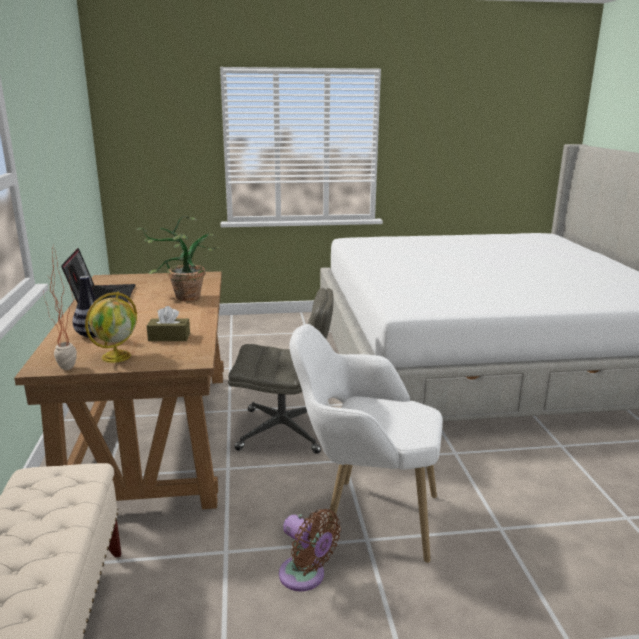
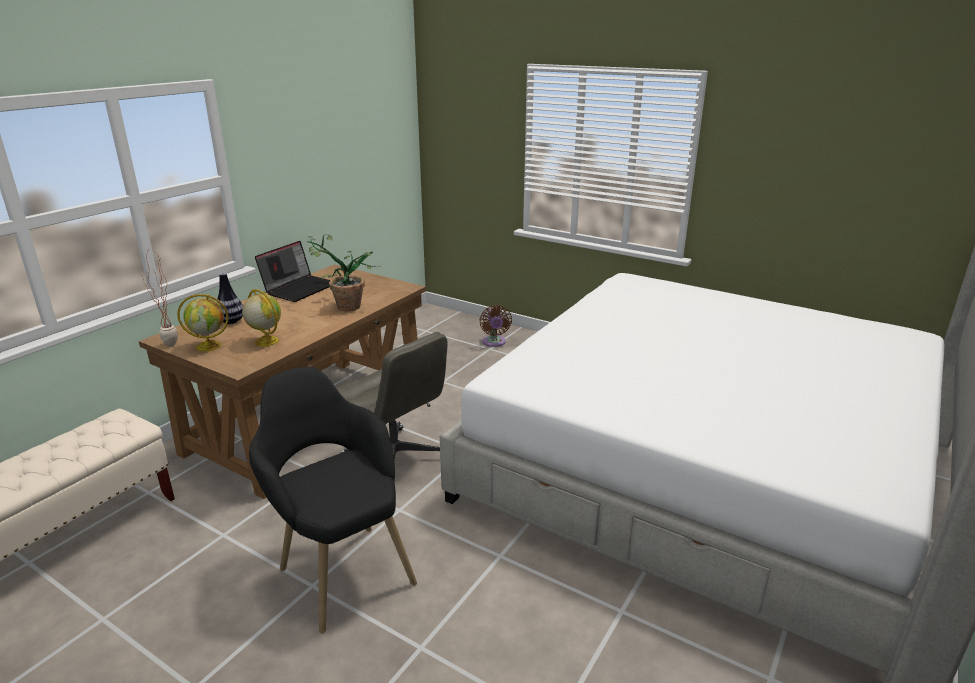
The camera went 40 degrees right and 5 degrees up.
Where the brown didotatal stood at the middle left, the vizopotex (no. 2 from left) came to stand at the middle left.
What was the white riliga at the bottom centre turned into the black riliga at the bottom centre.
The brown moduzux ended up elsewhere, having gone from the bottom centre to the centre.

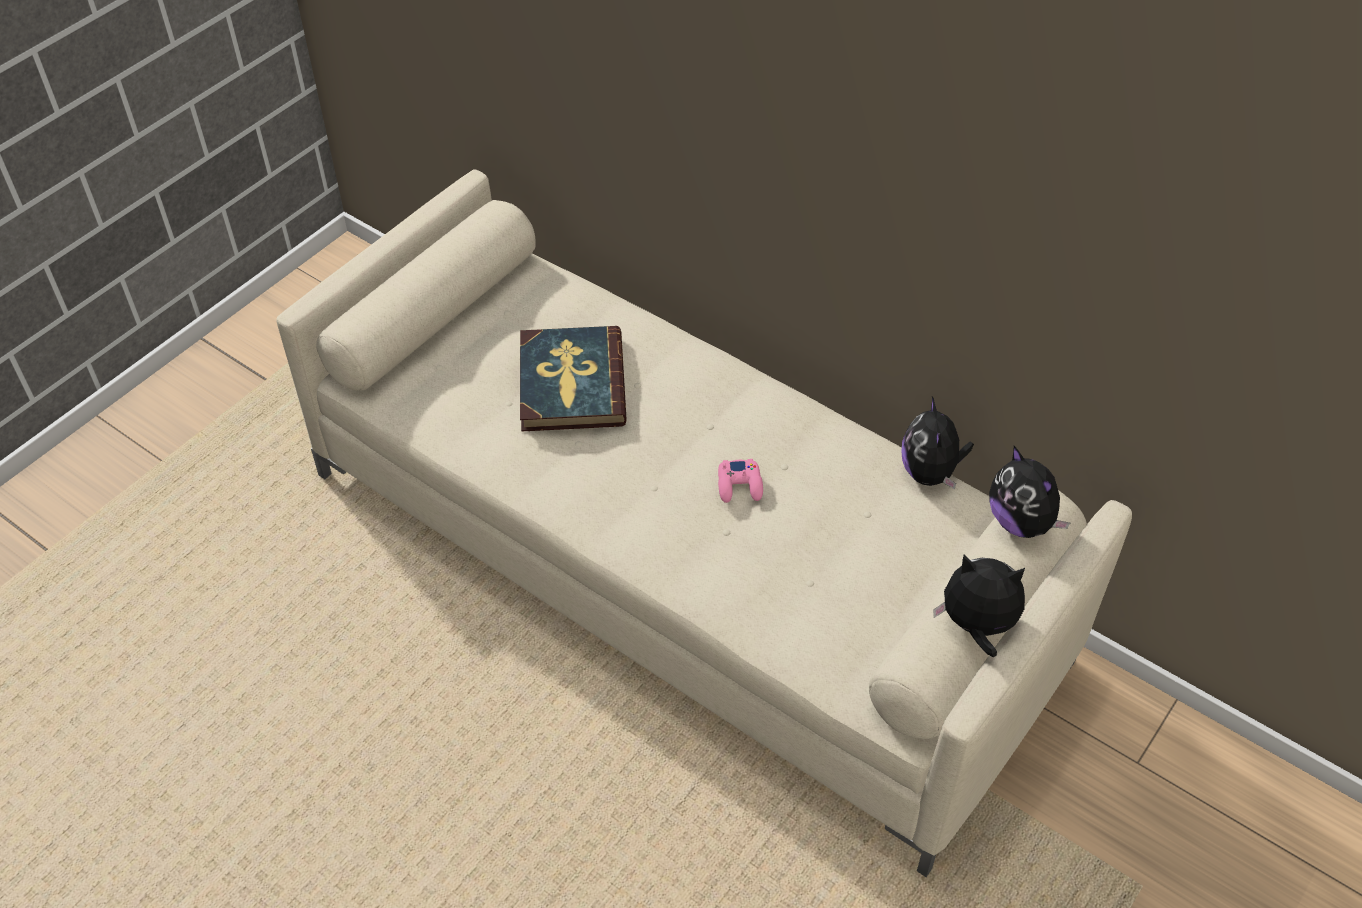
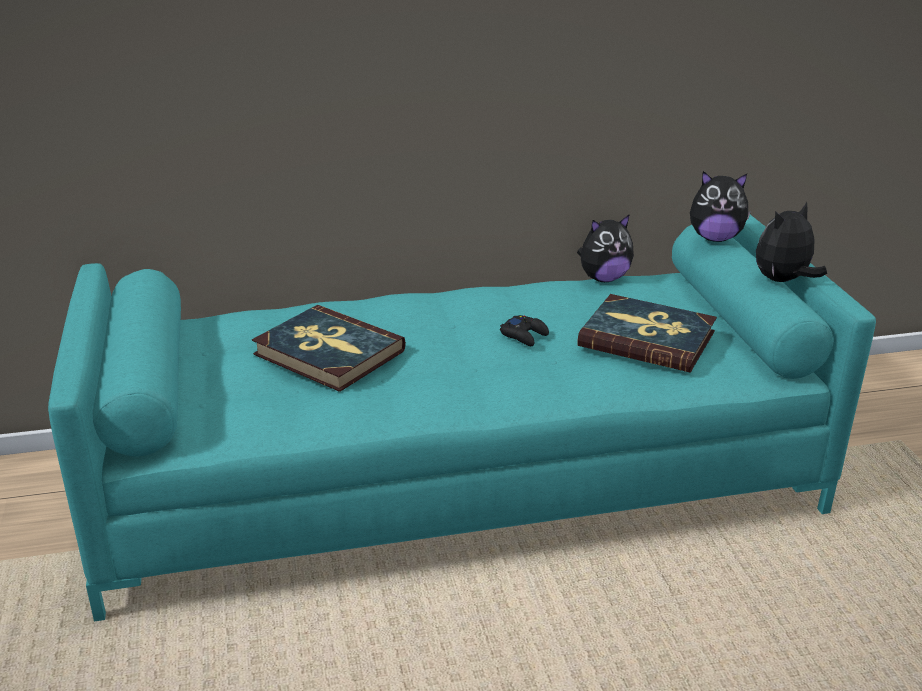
The camera went 50 degrees left and 20 degrees down.
What was the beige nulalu at the centre turned into the turquoise nulalu at the centre.
What was the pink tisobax at the centre turned into the black tisobax at the centre.
The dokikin (no. 1 from left) at the middle right ended up facing another way, 60 degrees counterclockwise from before.
The second view gained the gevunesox (no. 2 from left) at the middle right.

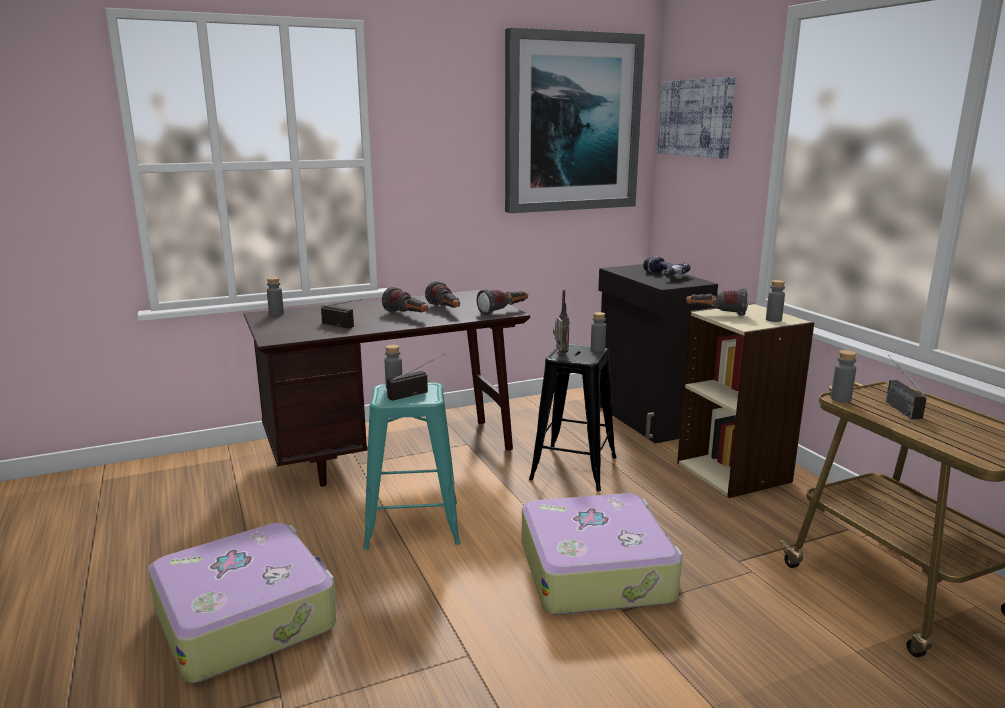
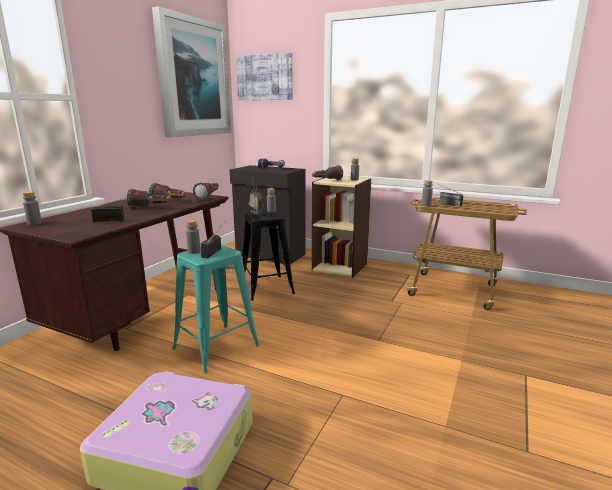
The camera went 40 degrees left and 0 degrees up.
The second view lost the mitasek (no. 2 from left) at the bottom centre.

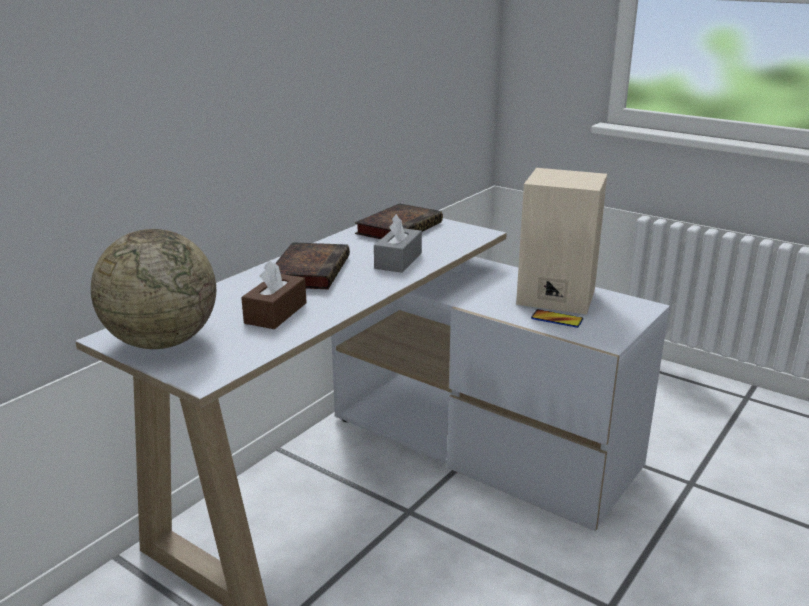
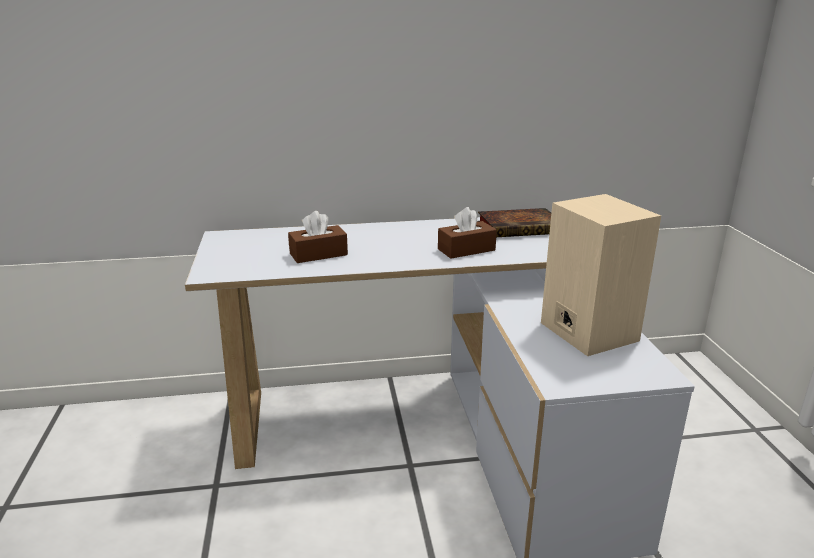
The camera went 45 degrees right and 0 degrees up.
What was the grey didotatal at the centre turned into the brown didotatal (no. 2 from left) at the centre.
The second view lost the vizopotex at the middle left.
The second view lost the gevunesox (no. 1 from left) at the centre.
The second view lost the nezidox at the middle right.

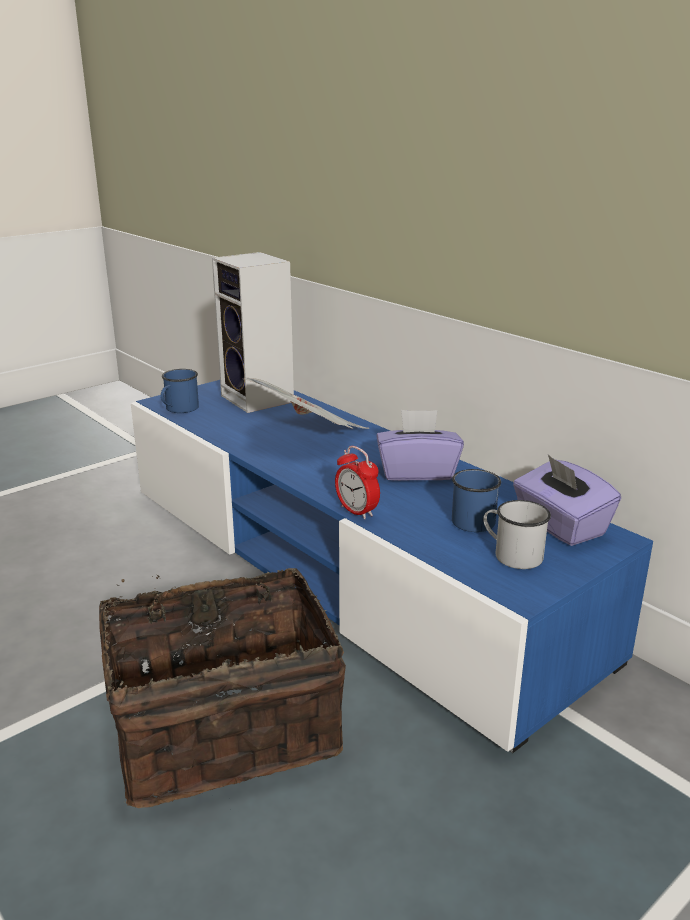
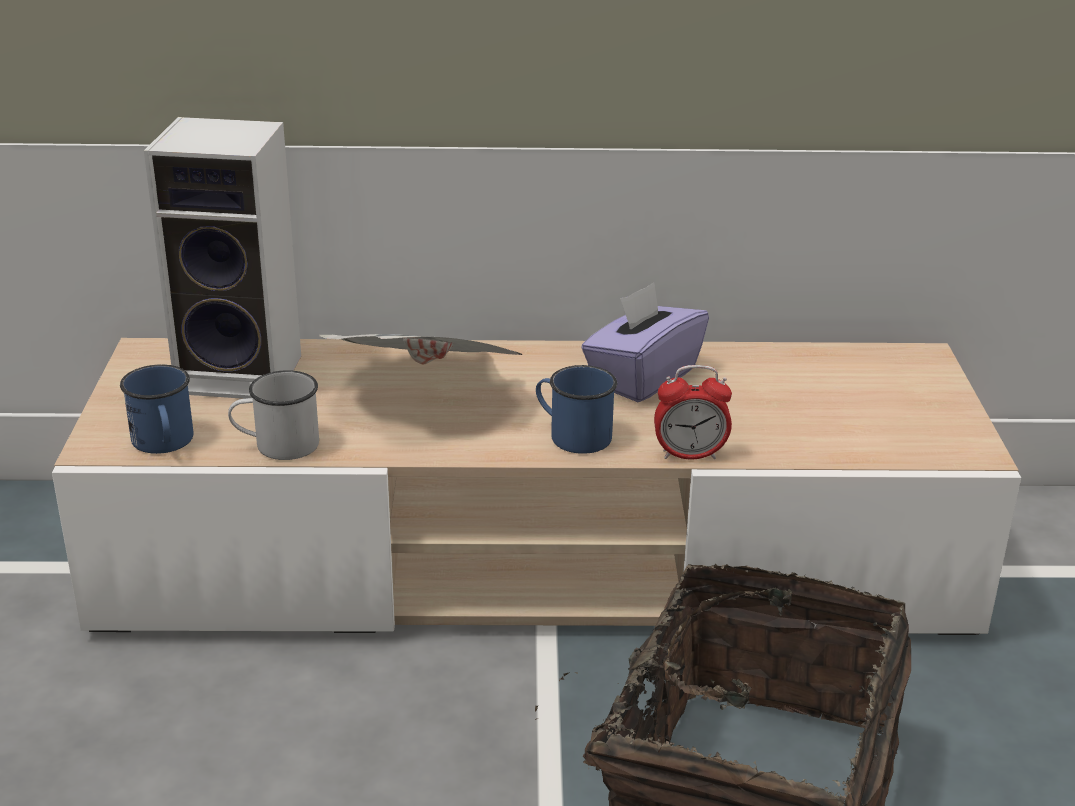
The camera went 50 degrees left and 5 degrees up.
What was the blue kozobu at the centre turned into the beige kozobu at the centre.
The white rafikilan ended up elsewhere, having gone from the middle right to the middle left.
The blue rafikilan (no. 2 from left) ended up elsewhere, having gone from the middle right to the centre.
The second view lost the purple didotatal (no. 2 from left) at the middle right.

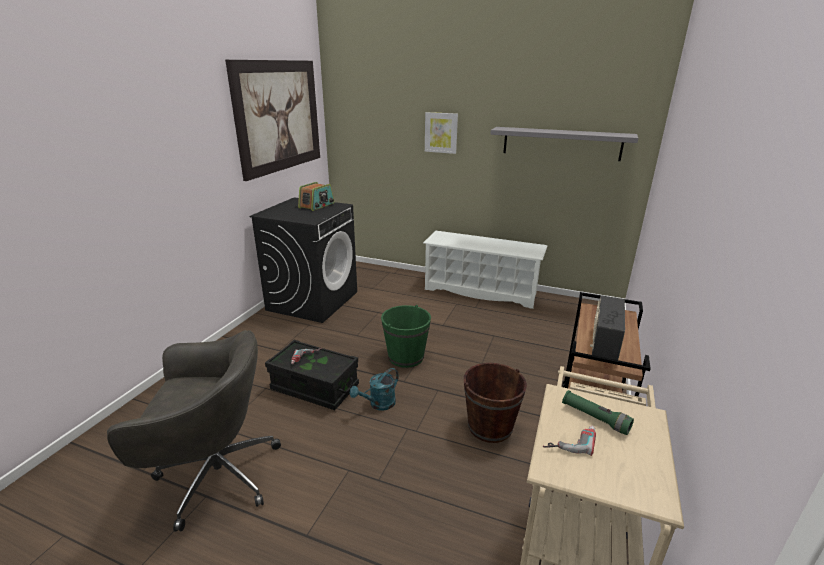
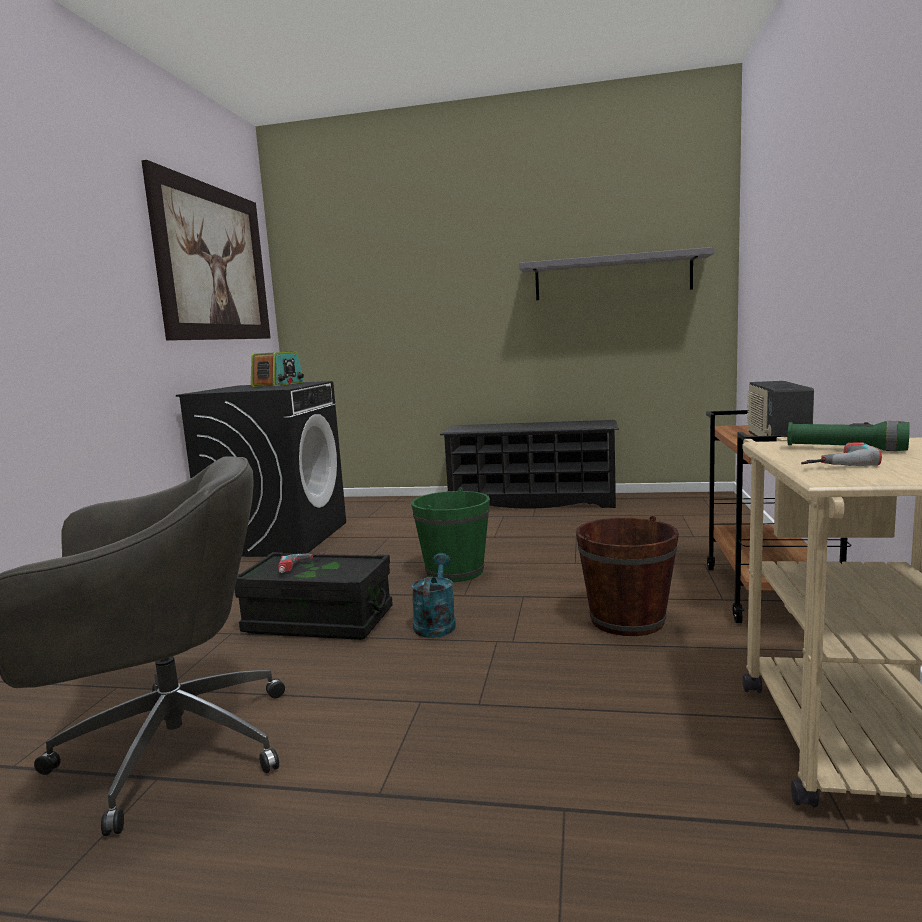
The camera went 10 degrees left and 15 degrees down.
The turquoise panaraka at the bottom centre ended up facing another way, 150 degrees clockwise from before.
What was the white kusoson at the centre turned into the black kusoson at the centre.
The second view lost the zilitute (no. 2 from left) at the top centre.

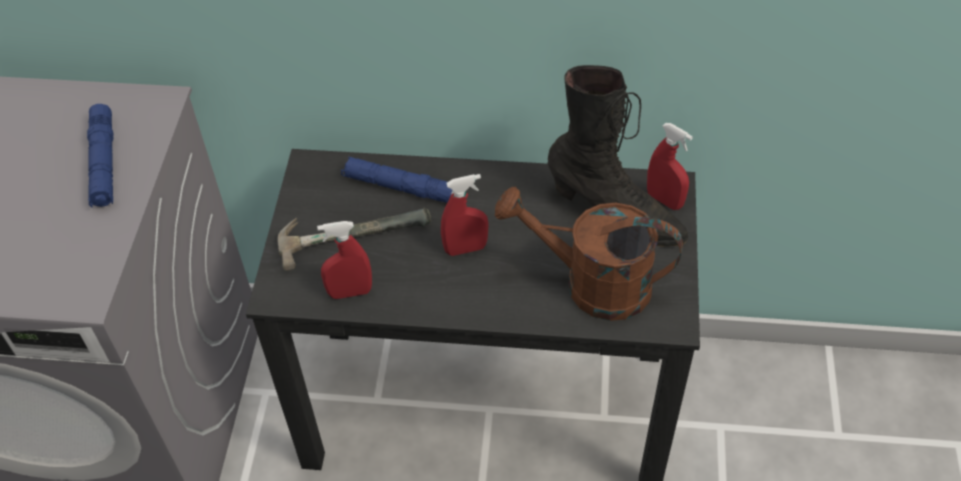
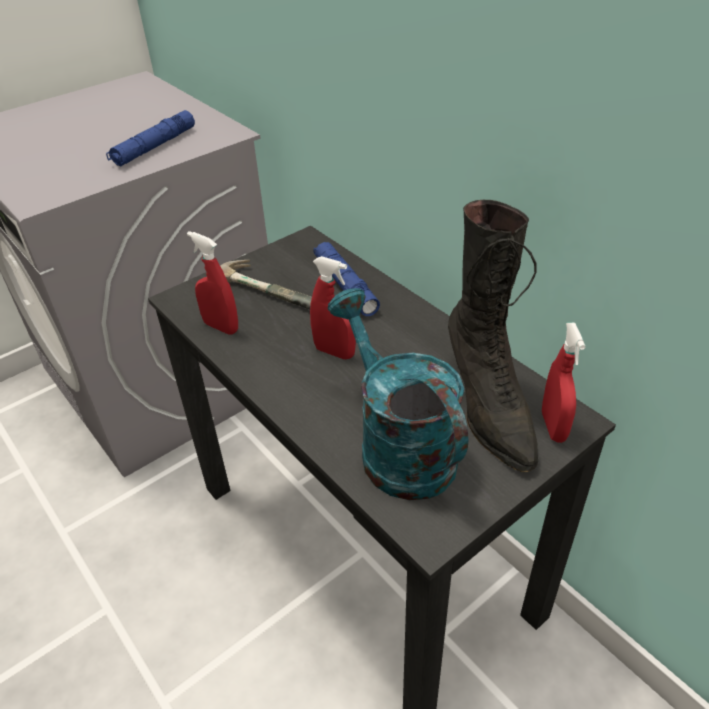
The camera went 45 degrees right and 10 degrees down.
What was the brown panaraka at the centre turned into the turquoise panaraka at the centre.

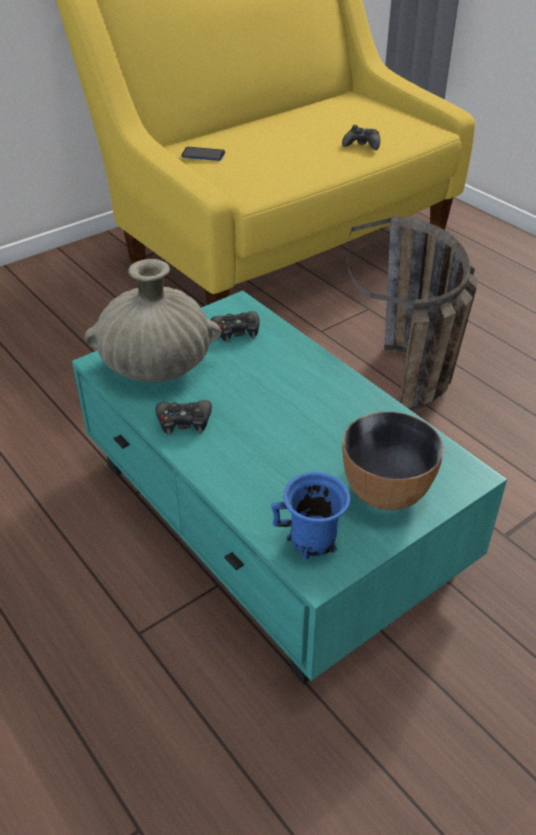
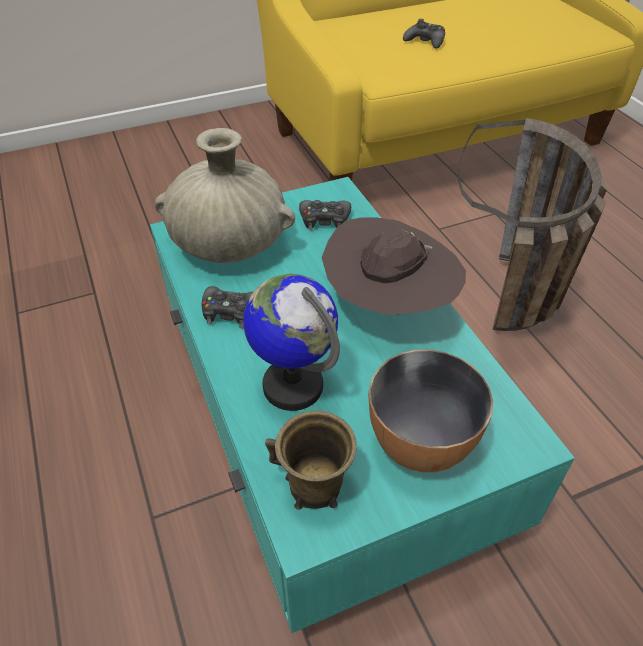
The camera went 15 degrees right and 5 degrees up.
The second view gained the vizopotex at the centre.
What was the blue rafikilan at the centre turned into the brown rafikilan at the bottom centre.
The second view gained the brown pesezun at the centre.
The black tisobax (no. 3 from left) ended up elsewhere, having gone from the top right to the top centre.
The second view lost the nezidox at the top centre.

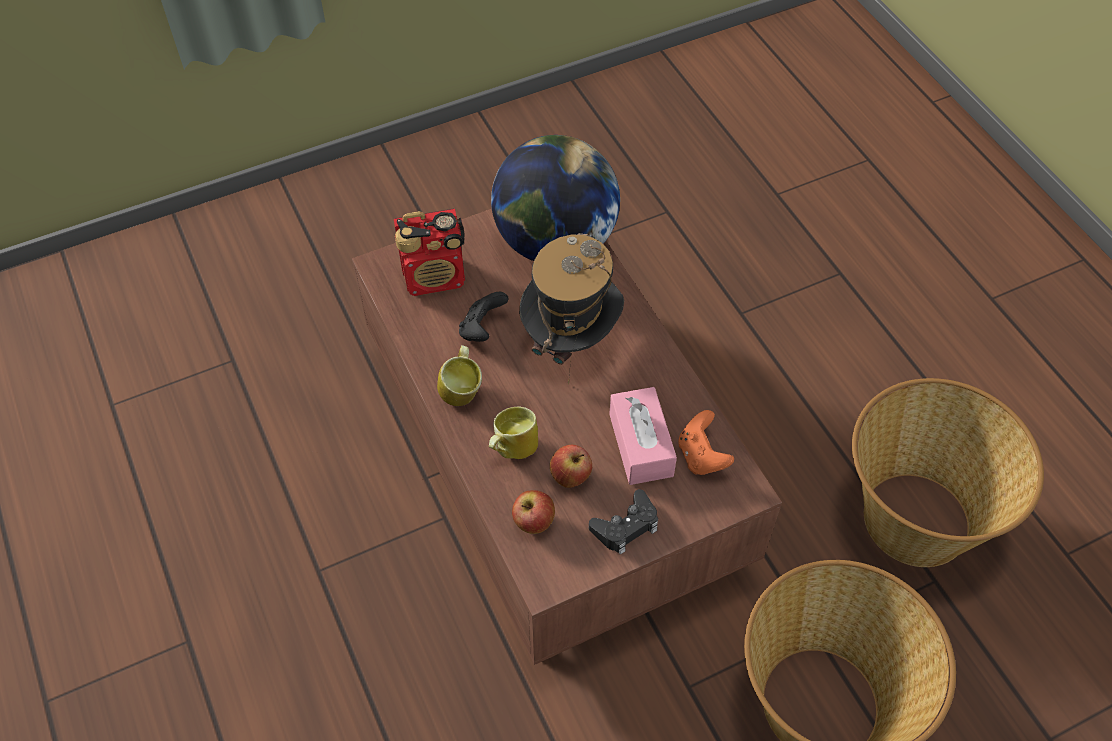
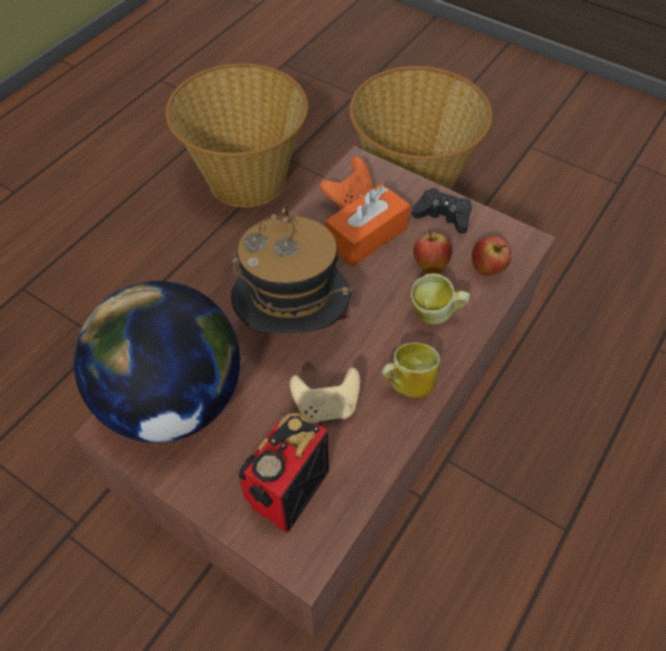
The camera went 120 degrees left and 0 degrees up.
The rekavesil at the centre ended up facing another way, 105 degrees counterclockwise from before.
What was the black tisobax (no. 1 from left) at the centre turned into the beige tisobax at the centre.
What was the pink didotatal at the centre turned into the orange didotatal at the centre.

